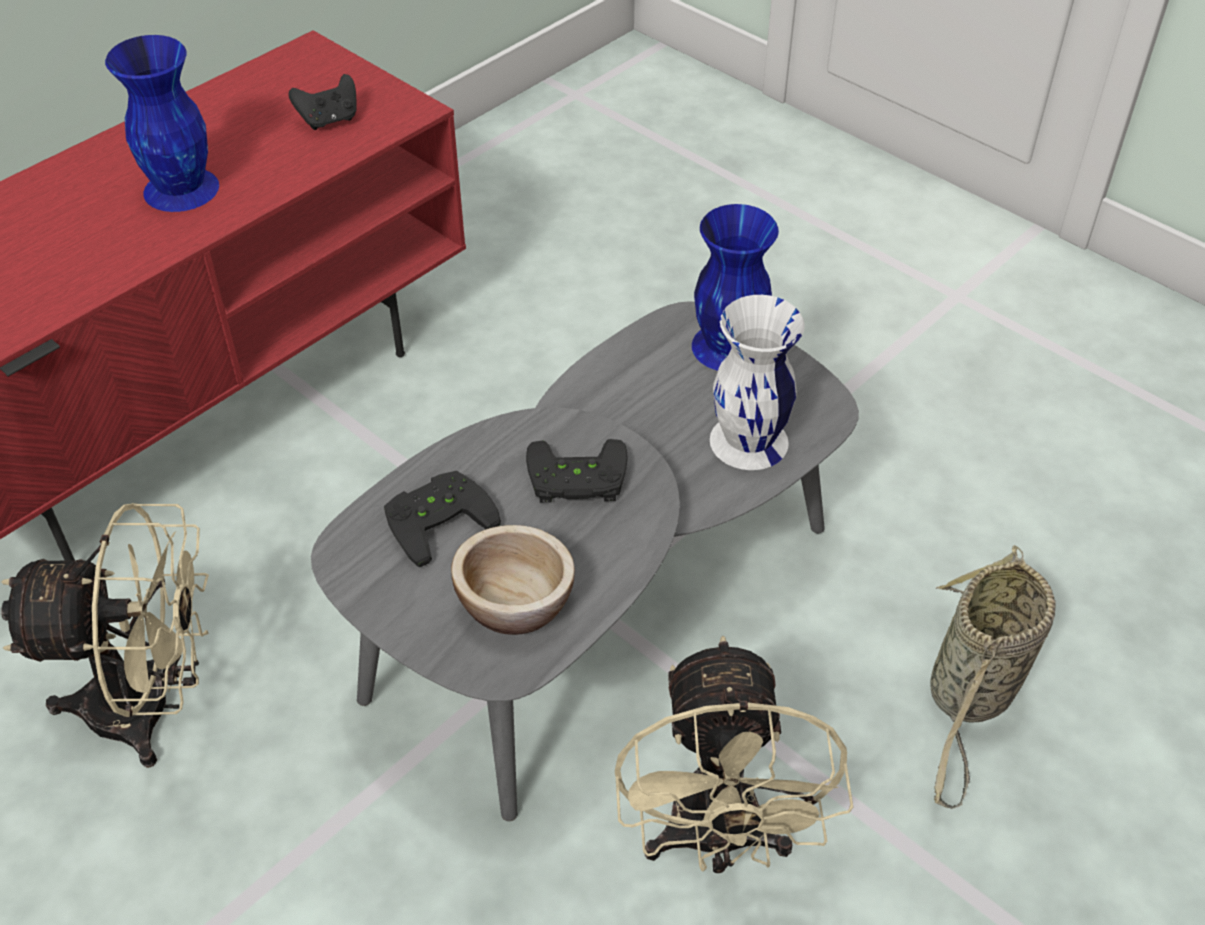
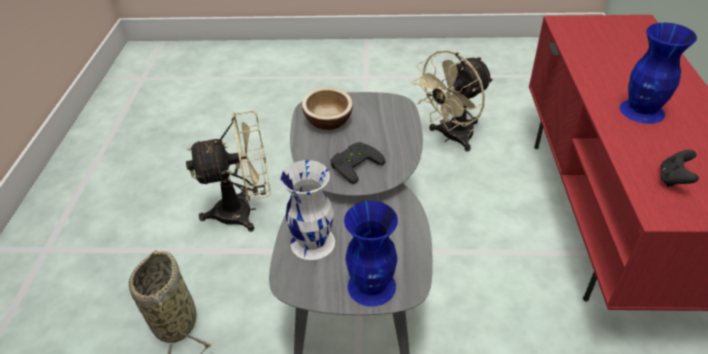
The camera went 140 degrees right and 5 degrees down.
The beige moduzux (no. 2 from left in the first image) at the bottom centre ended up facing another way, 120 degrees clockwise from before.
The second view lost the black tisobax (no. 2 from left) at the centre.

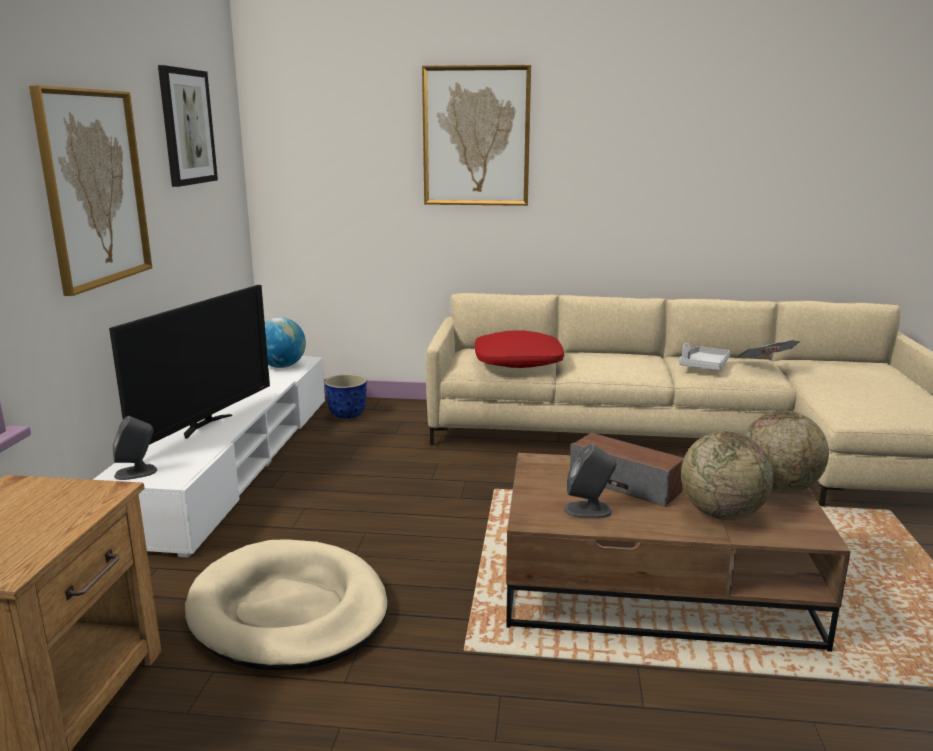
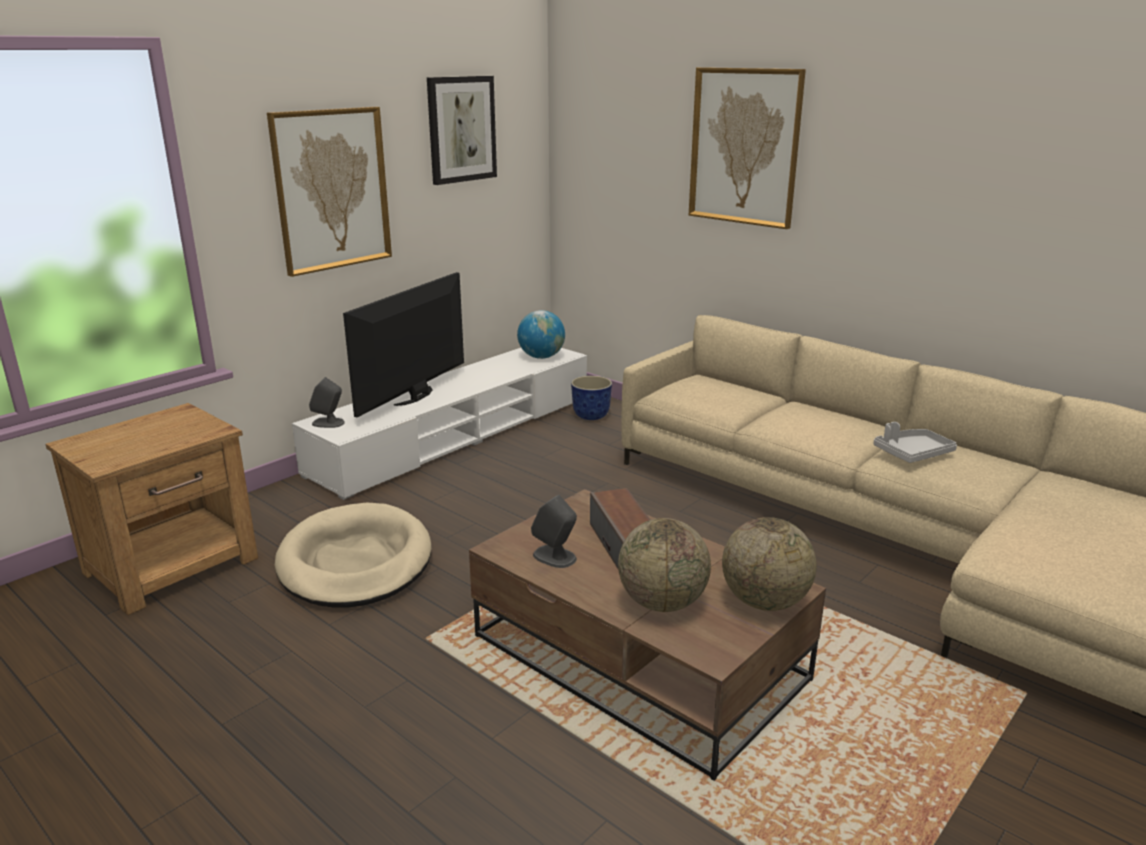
The camera went 35 degrees right and 5 degrees up.
The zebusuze at the middle left ended up facing another way, 150 degrees clockwise from before.
The second view lost the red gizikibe at the centre.
The second view lost the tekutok at the middle right.

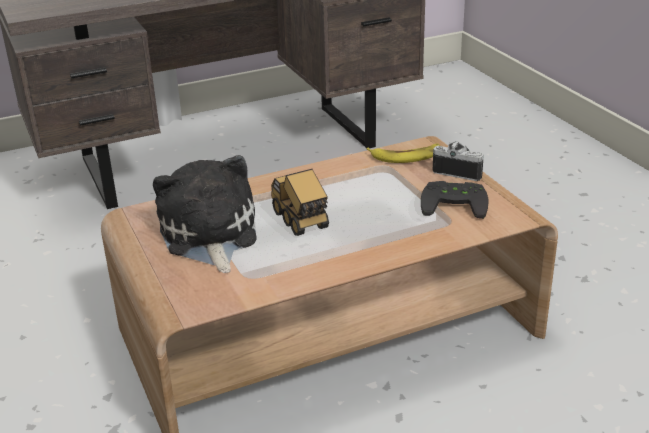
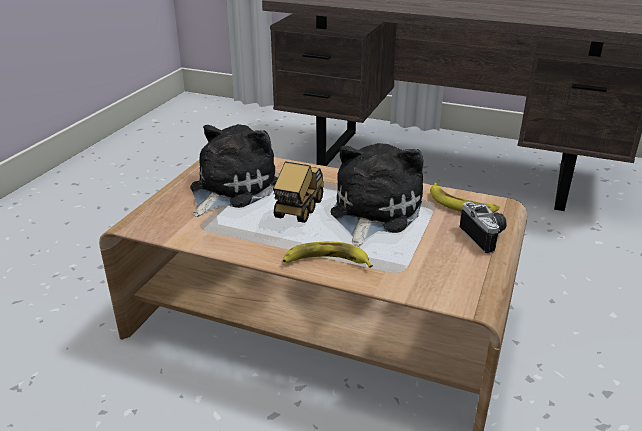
The camera went 45 degrees right and 0 degrees up.
The second view gained the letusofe (no. 1 from left) at the centre.
The second view gained the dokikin (no. 2 from left) at the centre.
The second view lost the black tisobax at the middle right.

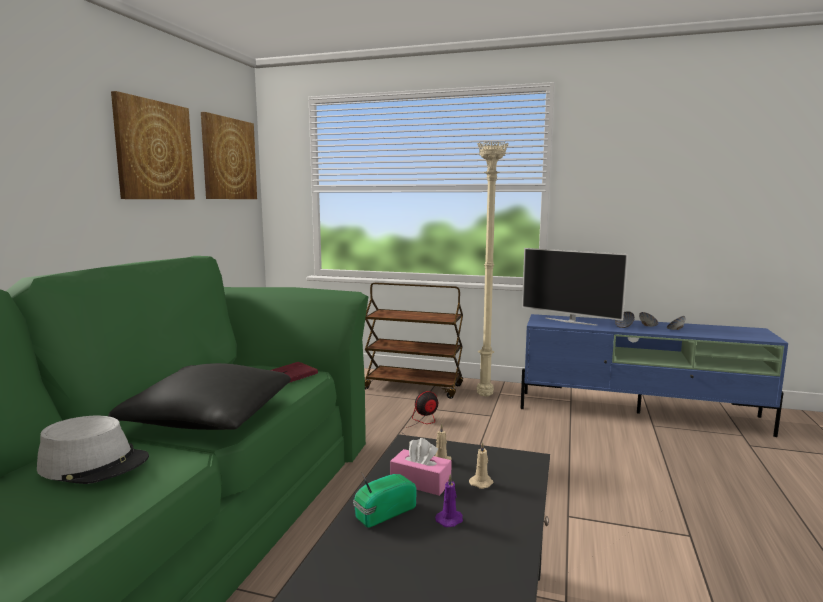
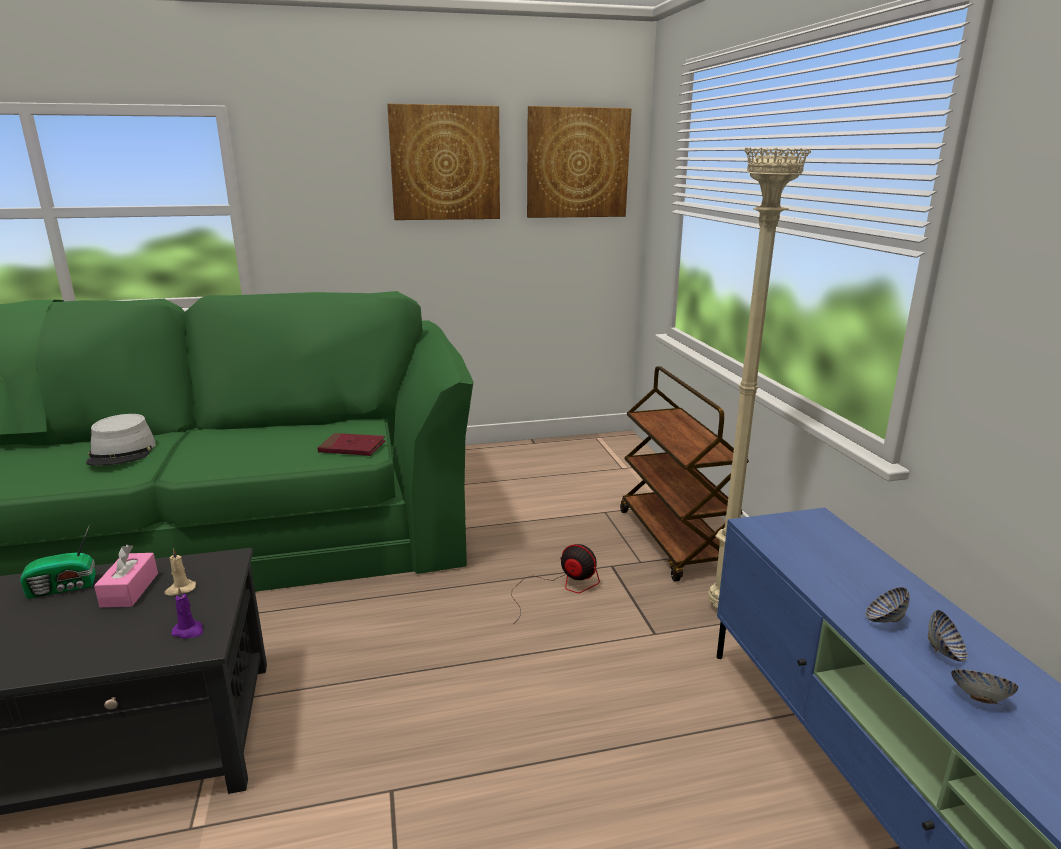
The camera went 60 degrees right and 10 degrees up.
The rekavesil at the bottom centre ended up facing another way, 135 degrees clockwise from before.
The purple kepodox ended up elsewhere, having gone from the bottom centre to the bottom left.
The second view lost the black gizikibe at the middle left.
The second view lost the beige kepodox (no. 2 from left) at the bottom centre.
The second view lost the zebusuze at the middle right.

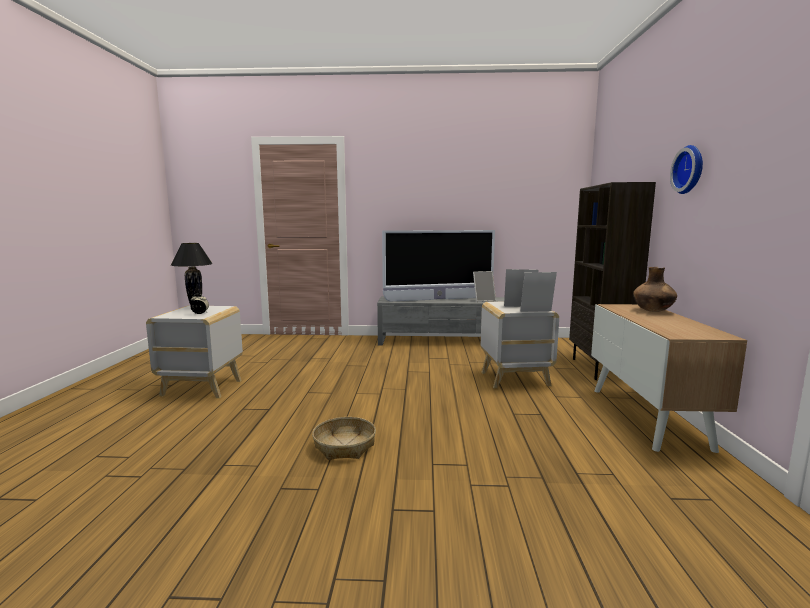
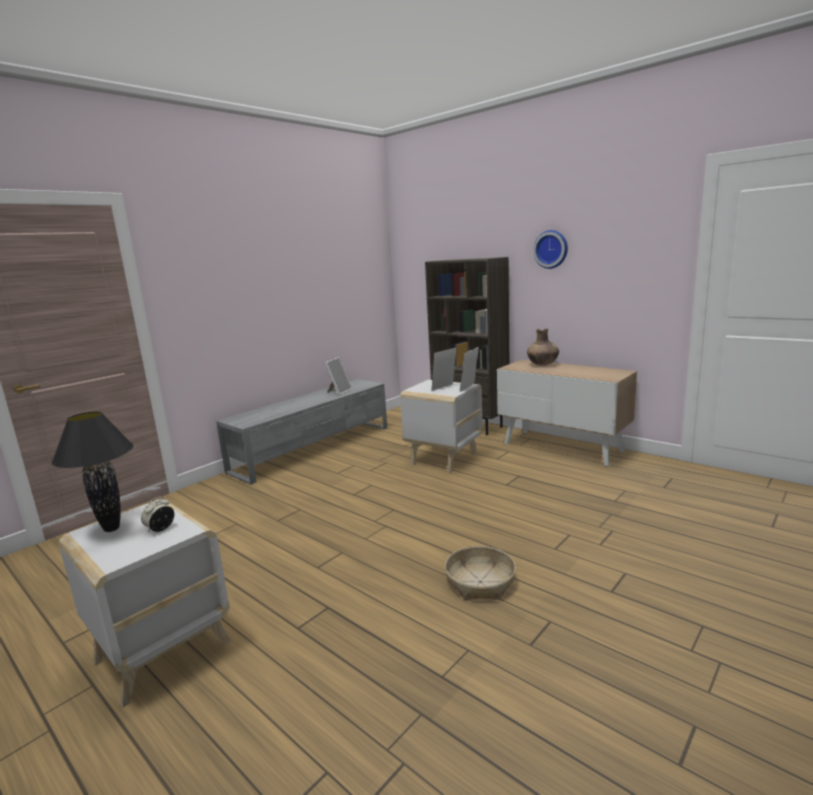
The camera went 50 degrees left and 5 degrees up.
The second view lost the zebusuze at the centre.

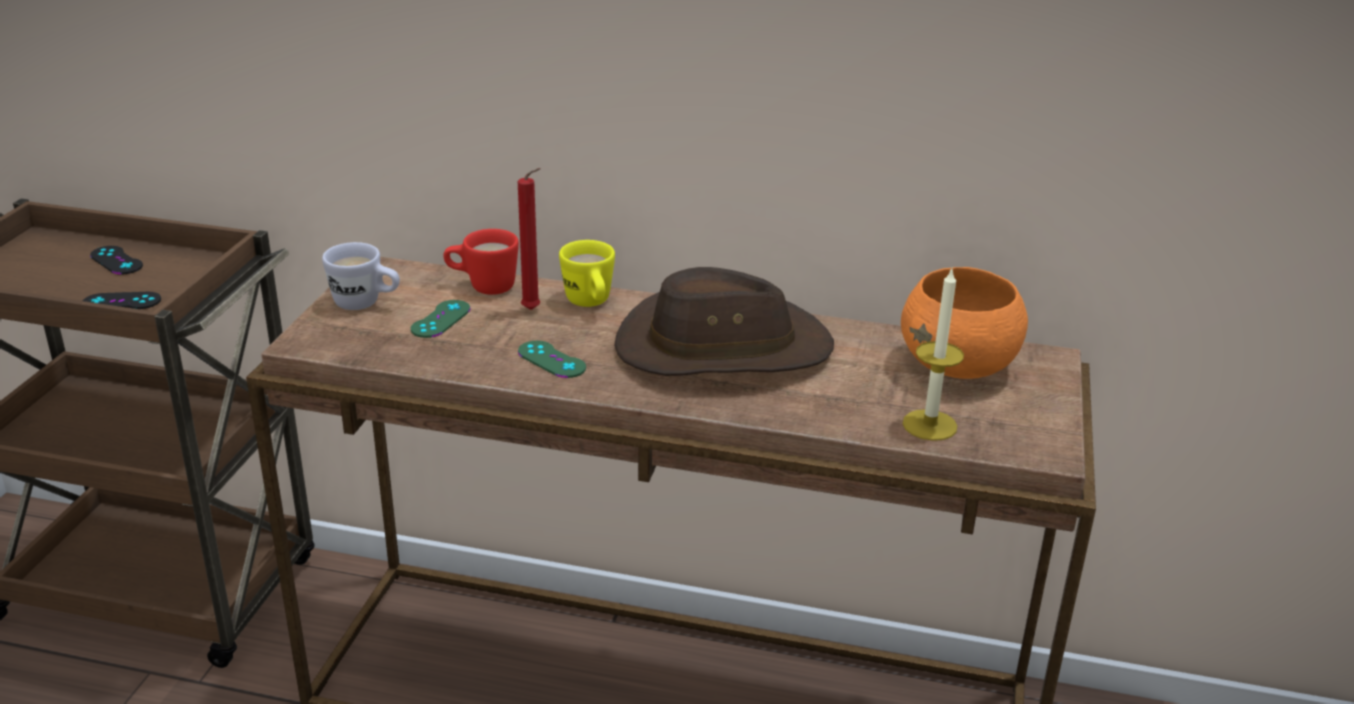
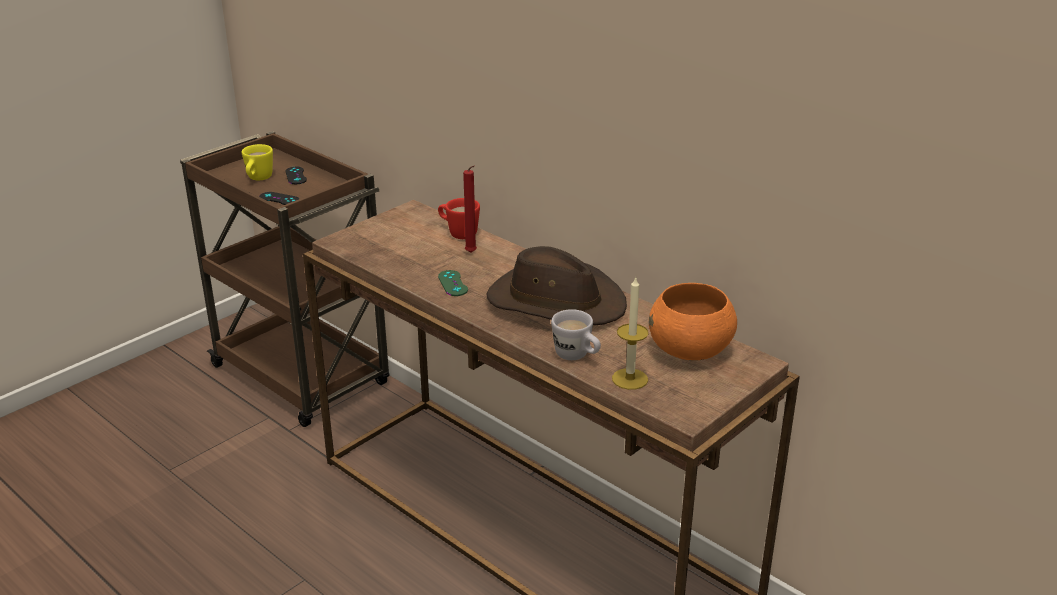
The camera went 30 degrees right and 0 degrees up.
The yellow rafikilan ended up elsewhere, having gone from the centre to the top left.
The white rafikilan ended up elsewhere, having gone from the middle left to the centre.
The second view lost the green tisobax (no. 1 from left) at the middle left.

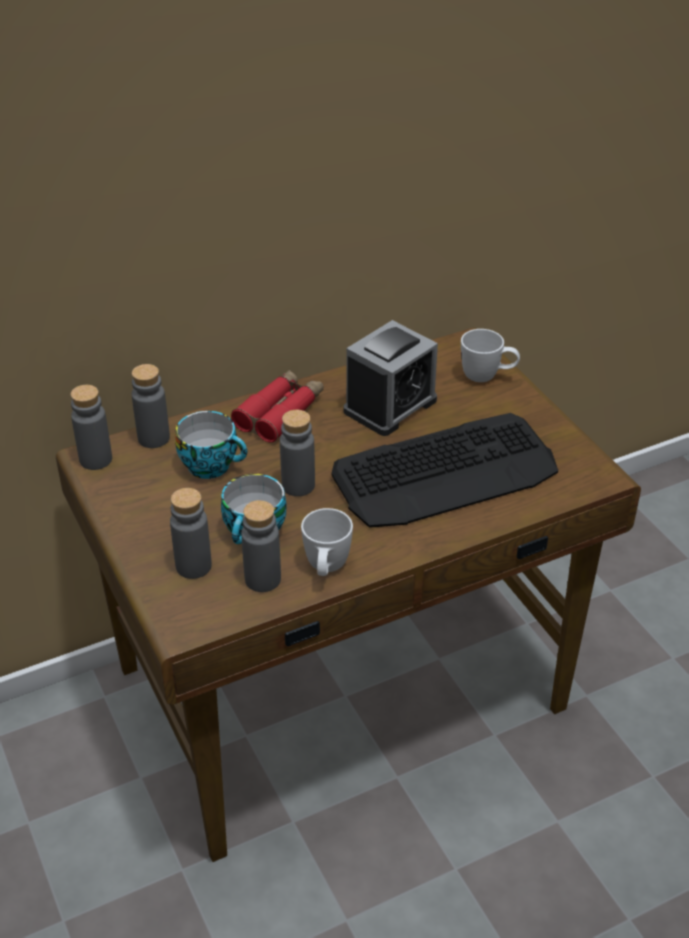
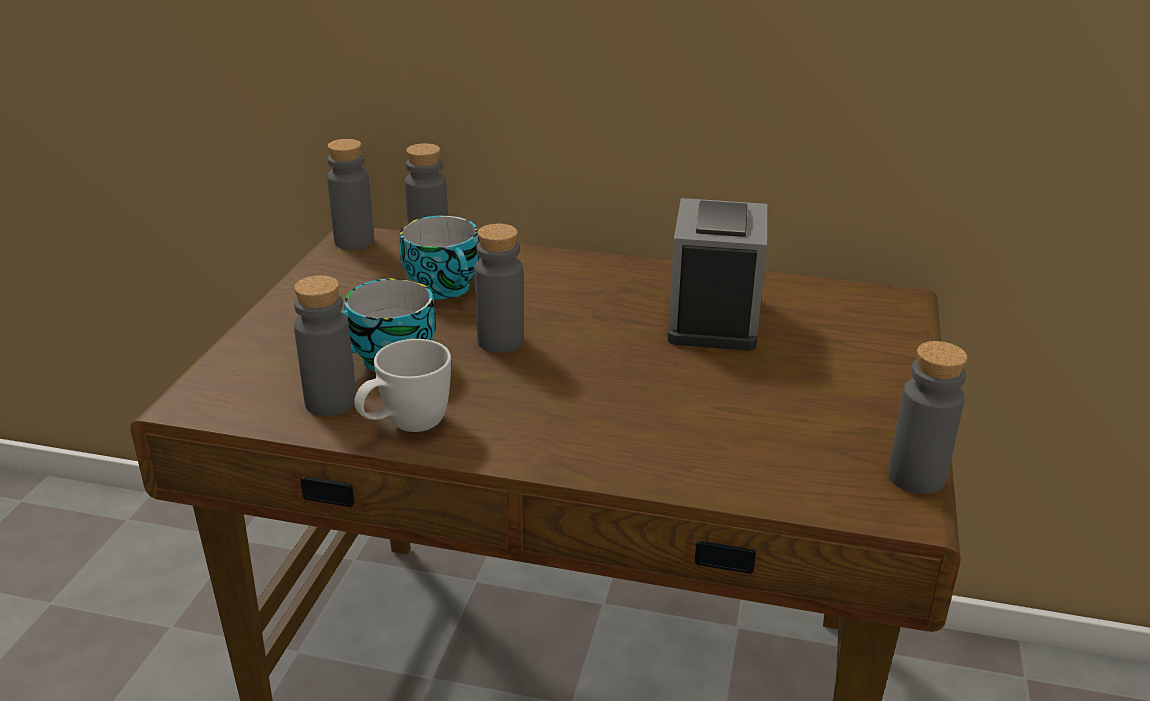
The camera went 40 degrees right and 10 degrees down.
The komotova at the centre ended up facing another way, 105 degrees clockwise from before.
The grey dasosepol (no. 3 from left in the first image) ended up elsewhere, having gone from the middle left to the middle right.
The second view lost the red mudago at the centre.
The second view lost the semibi at the centre.
The second view lost the white rafikilan (no. 2 from left) at the middle right.

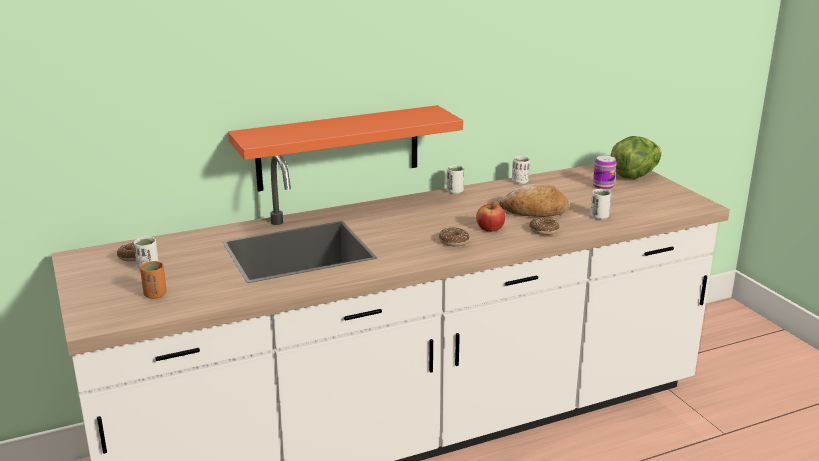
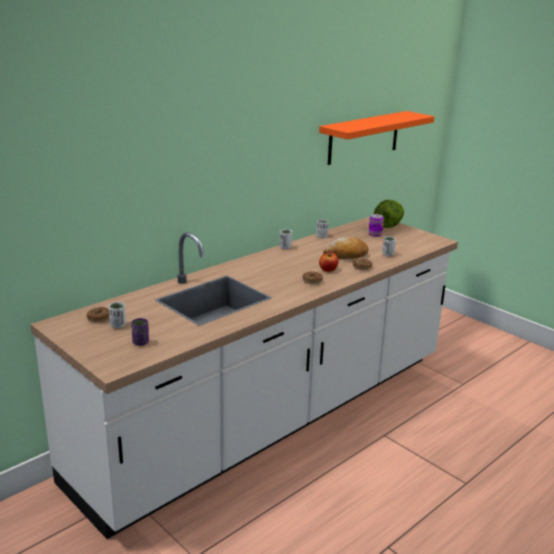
The camera went 20 degrees left and 0 degrees up.
What was the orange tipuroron at the middle left turned into the purple tipuroron at the middle left.
The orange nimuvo ended up elsewhere, having gone from the top centre to the top right.

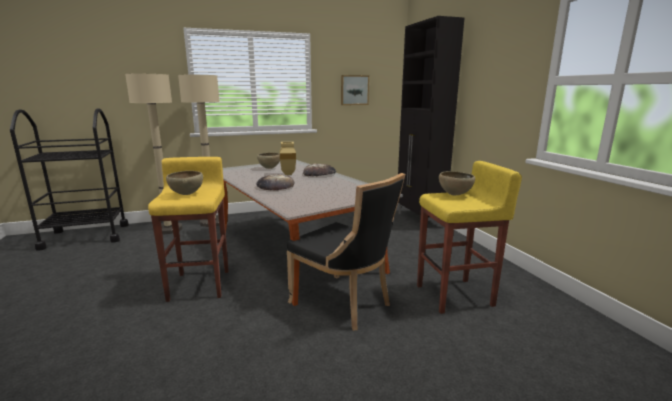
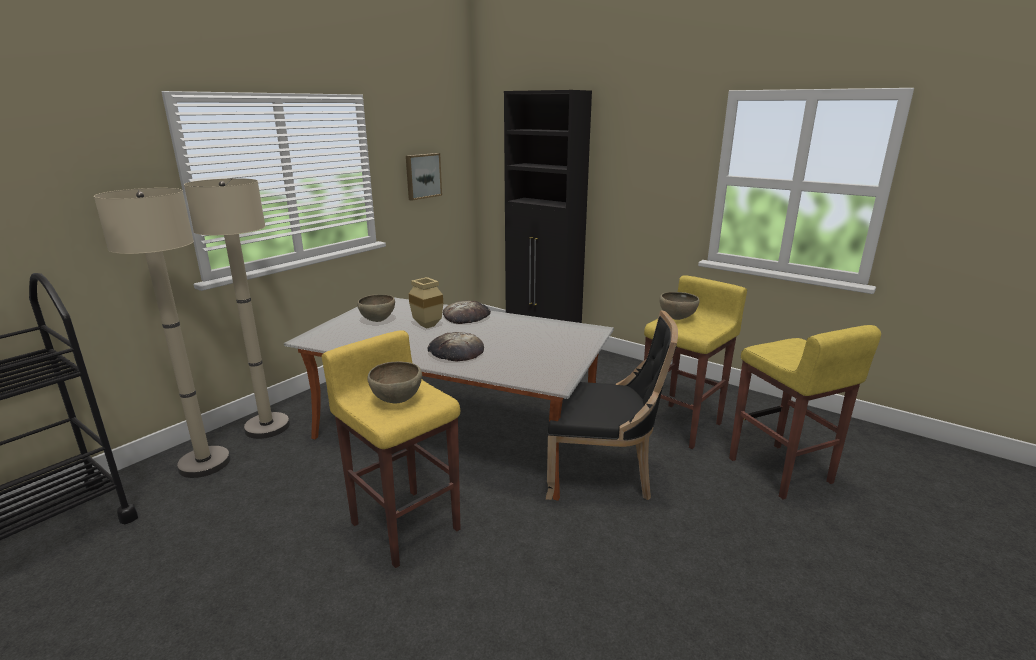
The camera went 35 degrees left and 5 degrees up.
The second view gained the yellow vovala (no. 3 from left) at the middle right.

